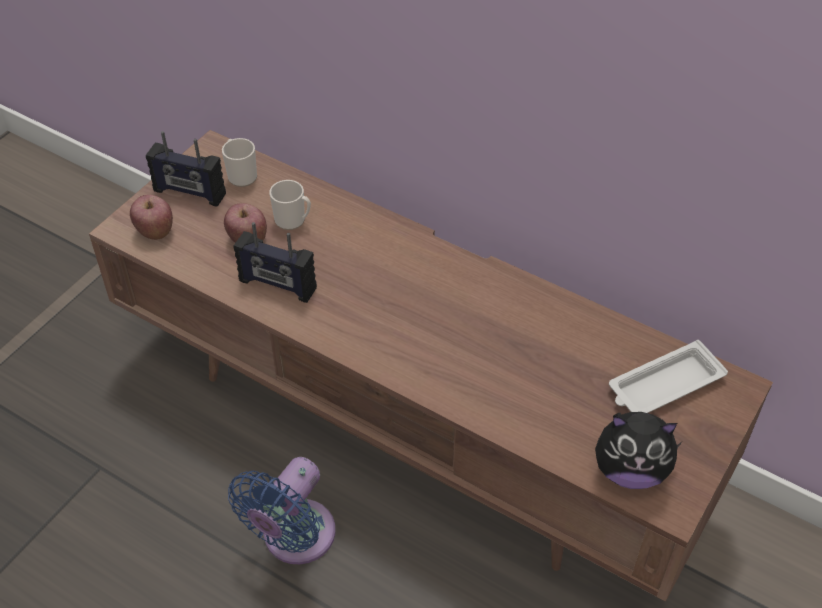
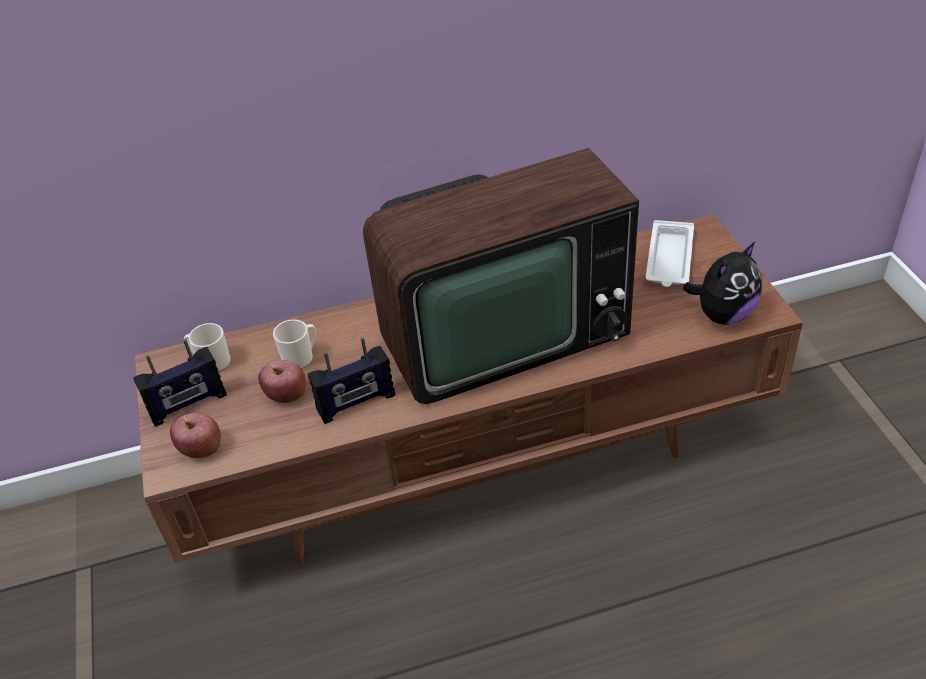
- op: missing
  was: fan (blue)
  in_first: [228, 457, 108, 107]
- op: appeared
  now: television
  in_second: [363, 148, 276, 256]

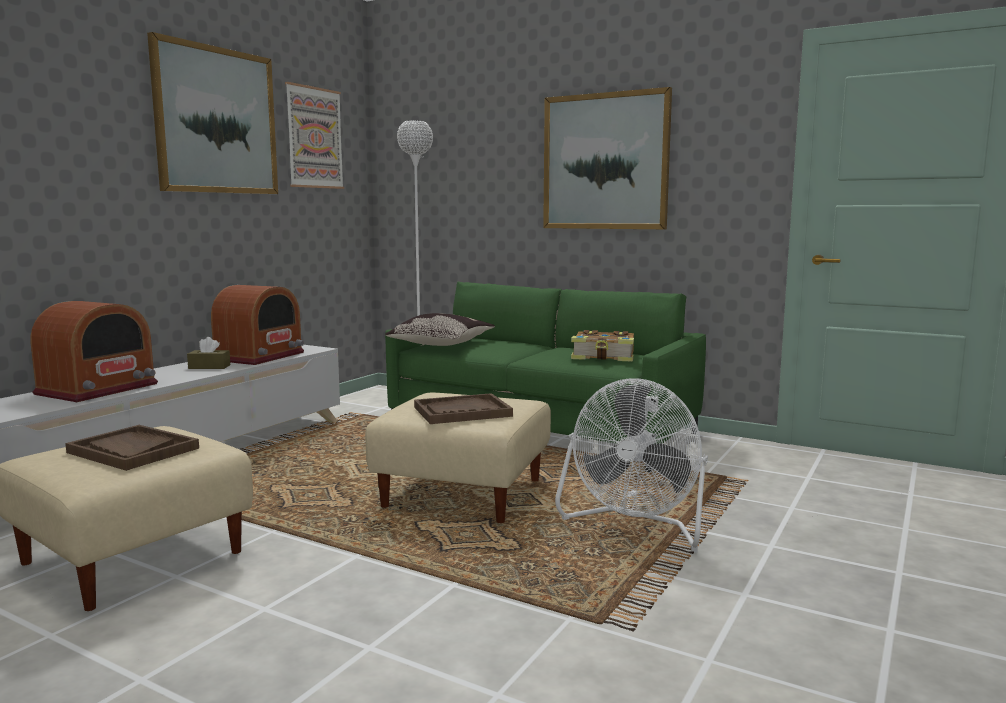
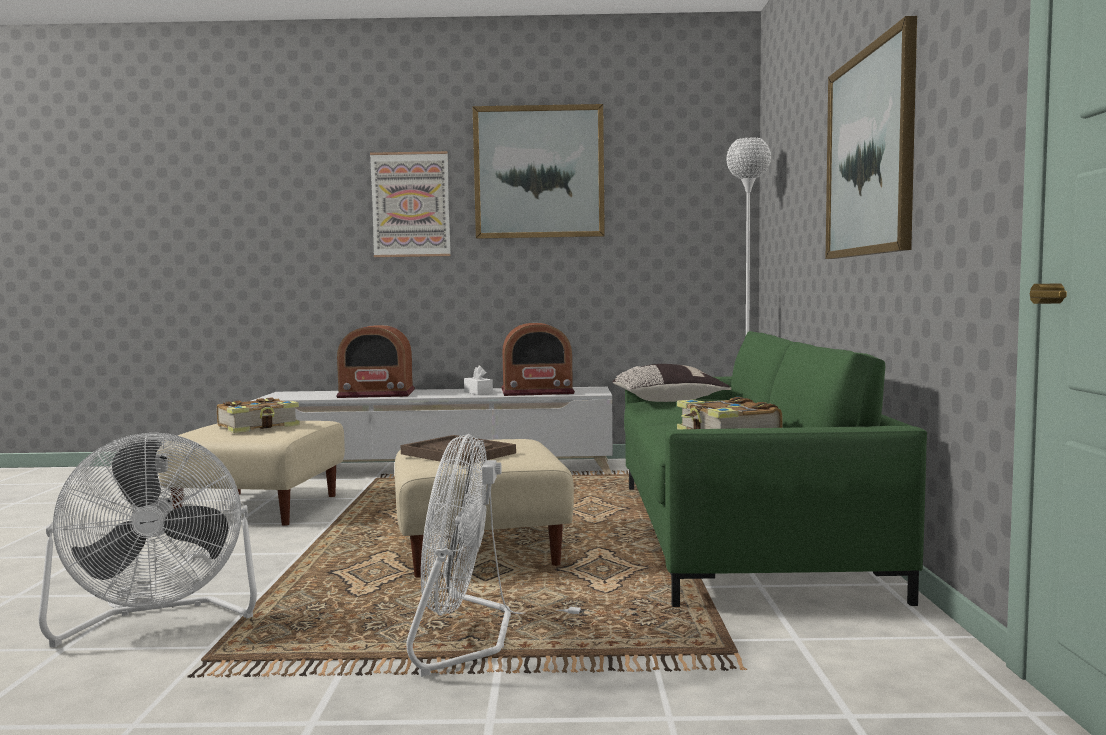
- op: exchanged
  was: tray (brown)
  now: book
  in_first: [65, 425, 134, 46]
  in_second: [217, 397, 83, 36]
- op: colour
  was: tissue box (brown)
  now: tissue box (white)
  in_first: [187, 337, 43, 32]
  in_second: [464, 366, 29, 29]
- op: relocated
  was: picture
  in_first: [285, 82, 59, 107]
  in_second: [370, 151, 81, 106]
- op: appeared
  now: fan (white)
  in_second: [38, 433, 219, 215]

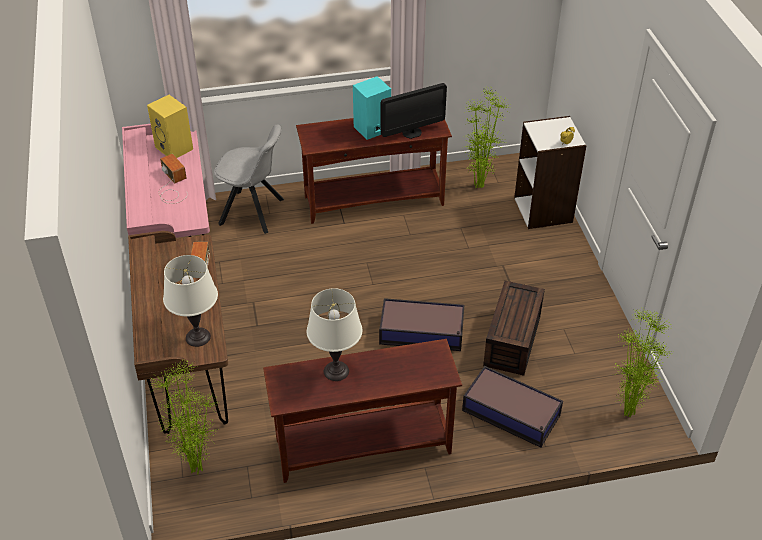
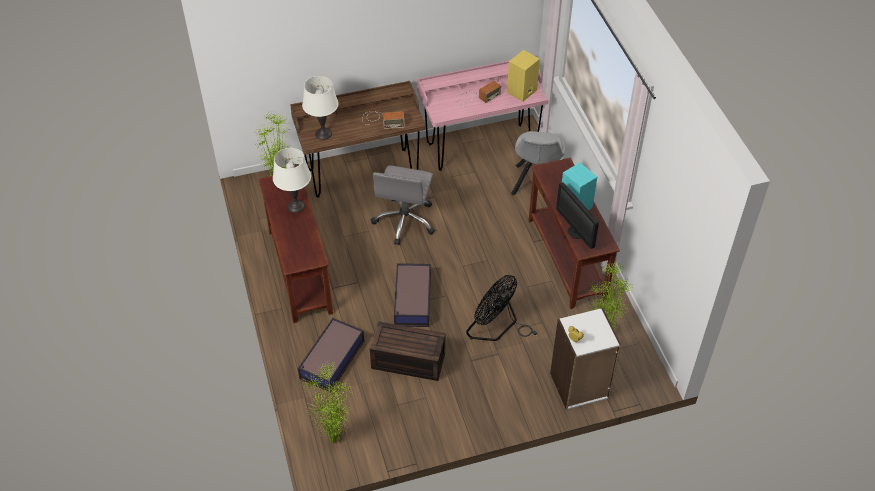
- op: appeared
  now: office chair (grey)
  in_second: [371, 165, 64, 80]
- op: appeared
  now: fan (black)
  in_second: [466, 275, 71, 66]

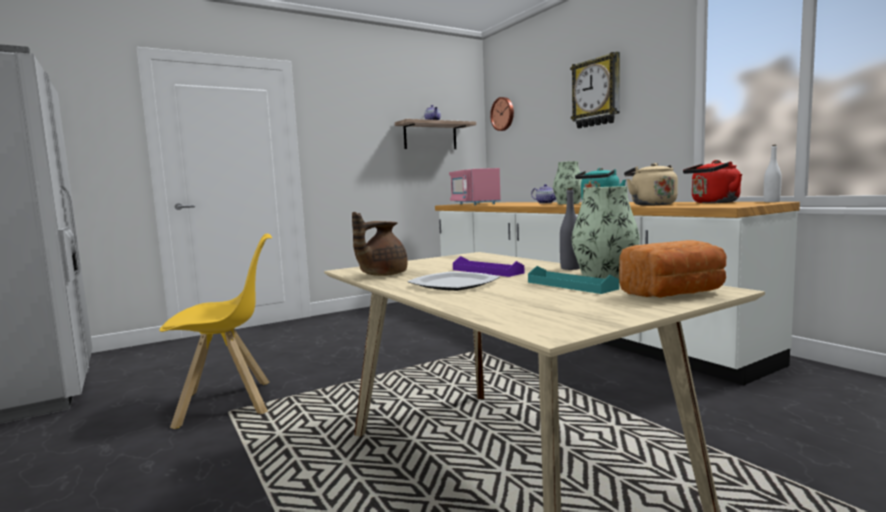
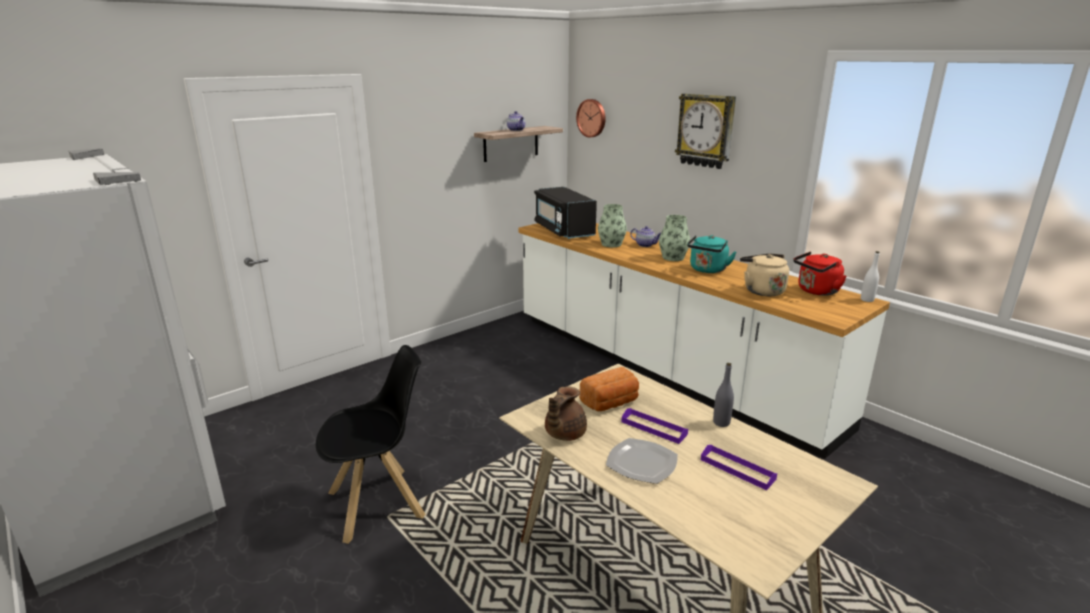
- op: colour
  was: chair (yellow)
  now: chair (black)
  in_first: [159, 234, 113, 195]
  in_second: [316, 345, 110, 199]
- op: colour
  was: microwave (pink)
  now: microwave (black)
  in_first: [449, 168, 52, 37]
  in_second: [534, 187, 63, 52]
- op: colour
  was: tray (turquoise)
  now: tray (purple)
  in_first: [528, 266, 91, 28]
  in_second: [701, 445, 76, 45]
- op: relocated
  was: vase
  in_first: [571, 186, 69, 93]
  in_second: [598, 204, 29, 43]
- op: relocated
  was: bread
  in_first: [619, 240, 107, 58]
  in_second: [579, 367, 60, 44]

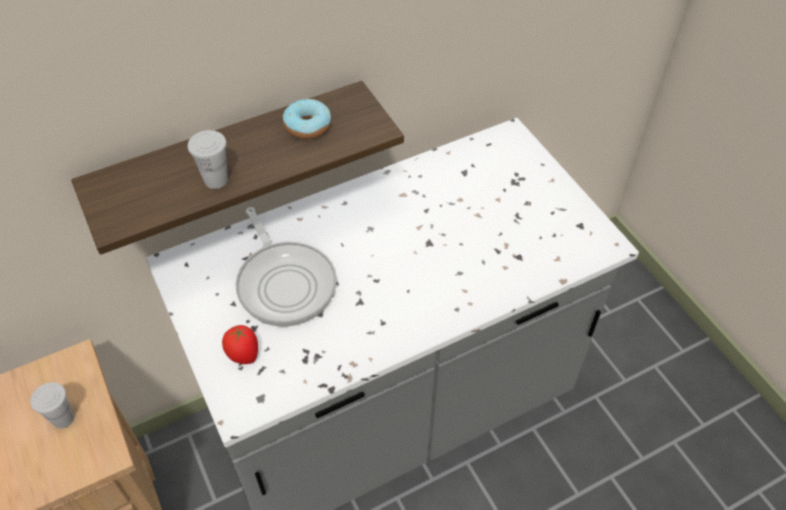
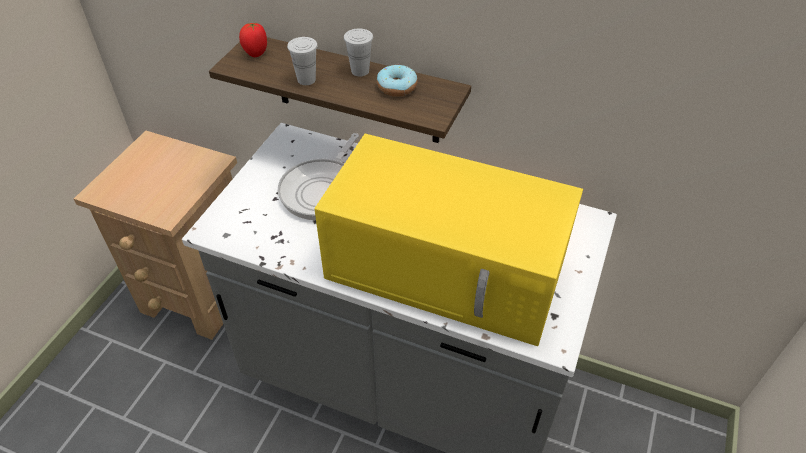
- op: relocated
  was: cup (white)
  in_first: [30, 382, 44, 46]
  in_second: [344, 28, 29, 49]
- op: relocated
  was: tomato
  in_first: [222, 325, 36, 39]
  in_second: [239, 22, 28, 35]
- op: appeared
  now: microwave (yellow)
  in_second: [314, 134, 269, 212]

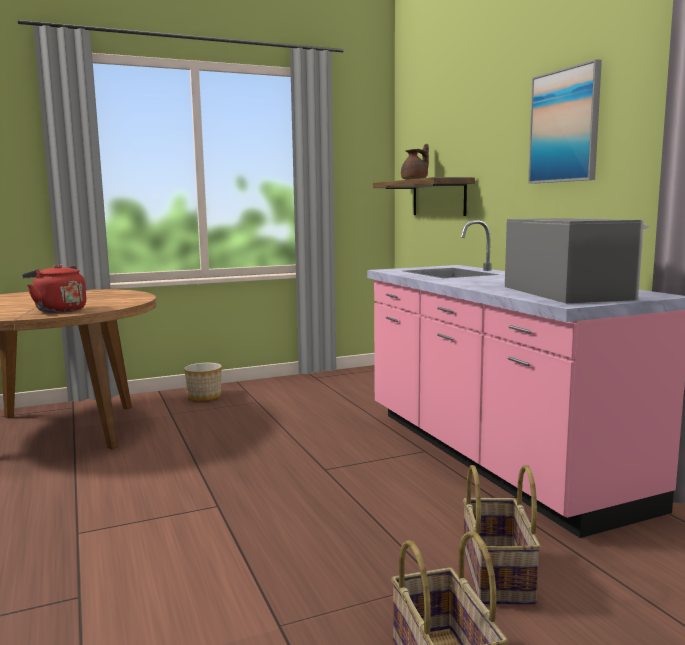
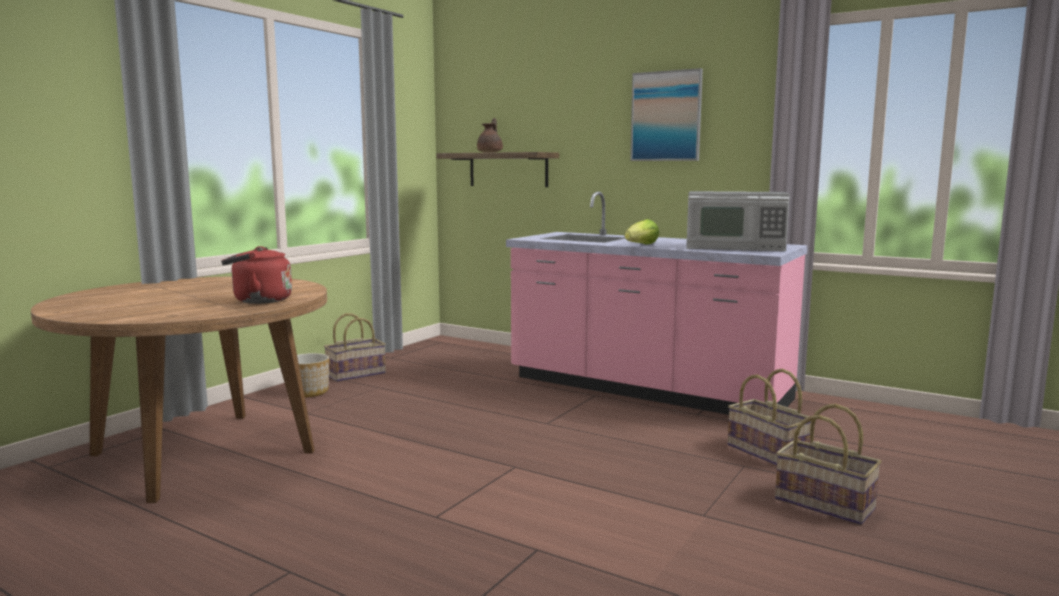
- op: spun
  was: microwave
  in_first: [505, 218, 144, 85]
  in_second: [686, 191, 104, 60]
  clockwise: 150
- op: appeared
  now: basket
  in_second: [324, 313, 62, 69]
- op: appeared
  now: lettuce
  in_second: [624, 219, 35, 26]

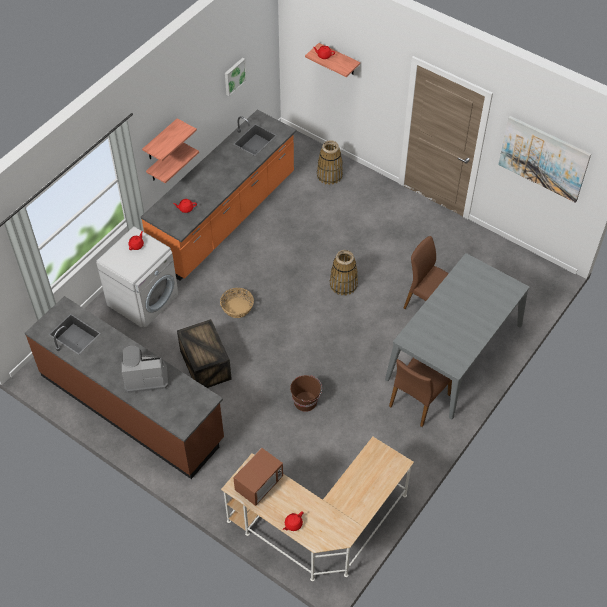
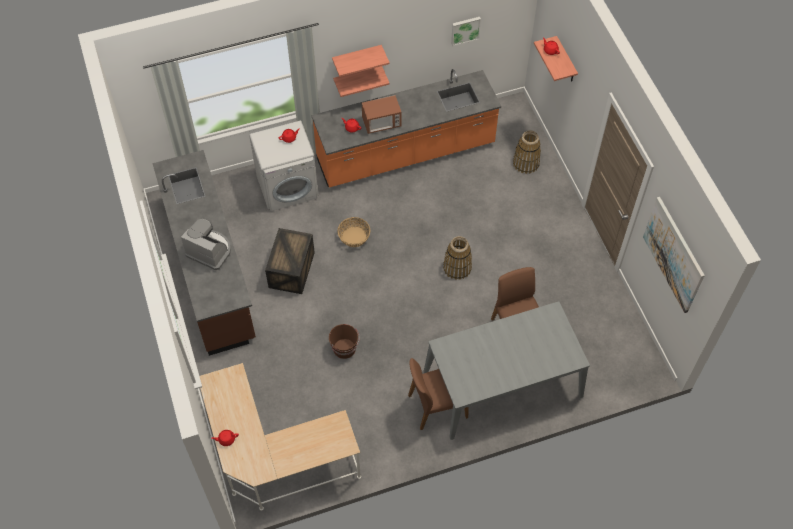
- op: relocated
  was: microwave
  in_first: [233, 448, 50, 58]
  in_second: [362, 95, 40, 39]

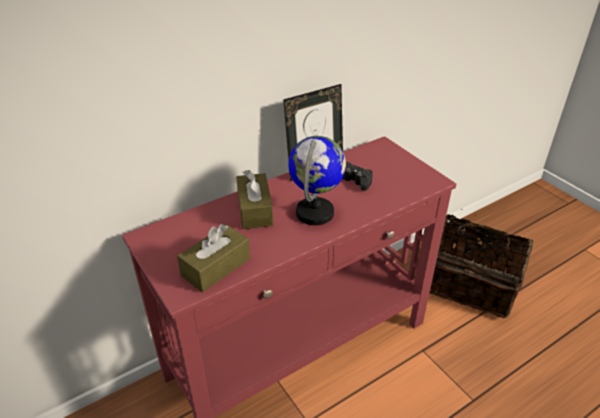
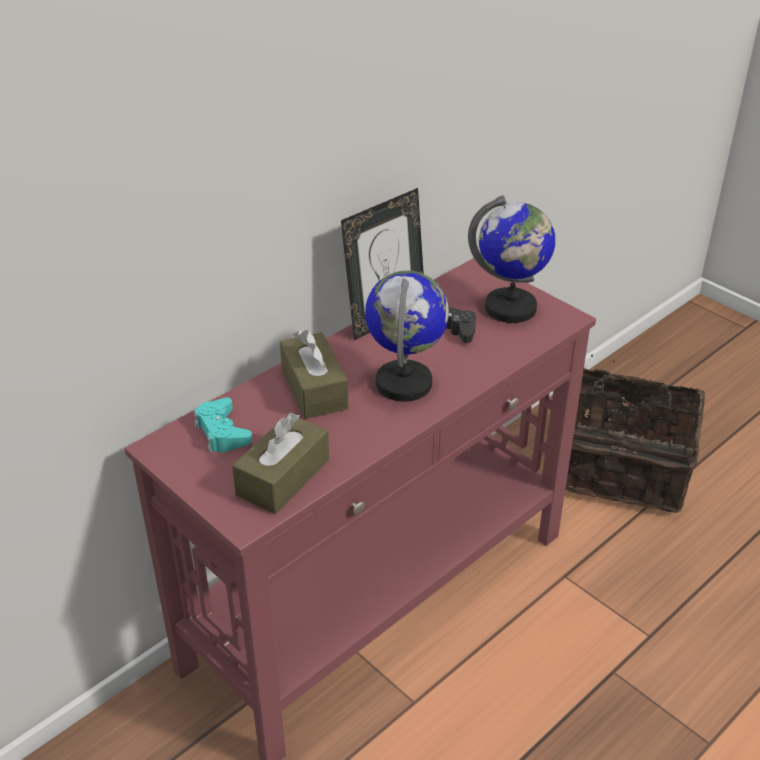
- op: appeared
  now: game controller (turquoise)
  in_second: [194, 398, 58, 55]
- op: appeared
  now: globe
  in_second: [468, 195, 87, 128]

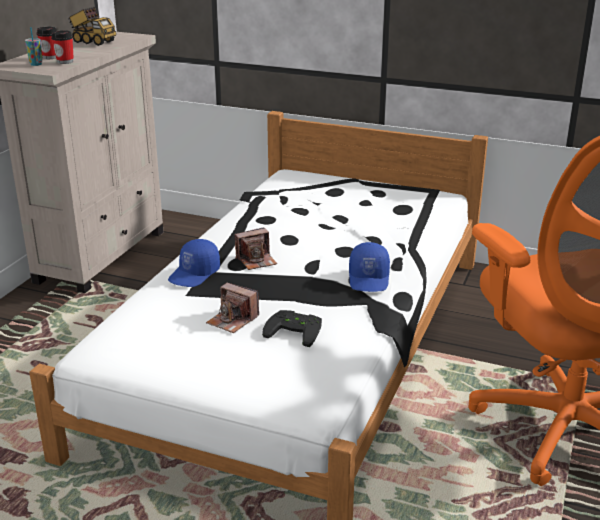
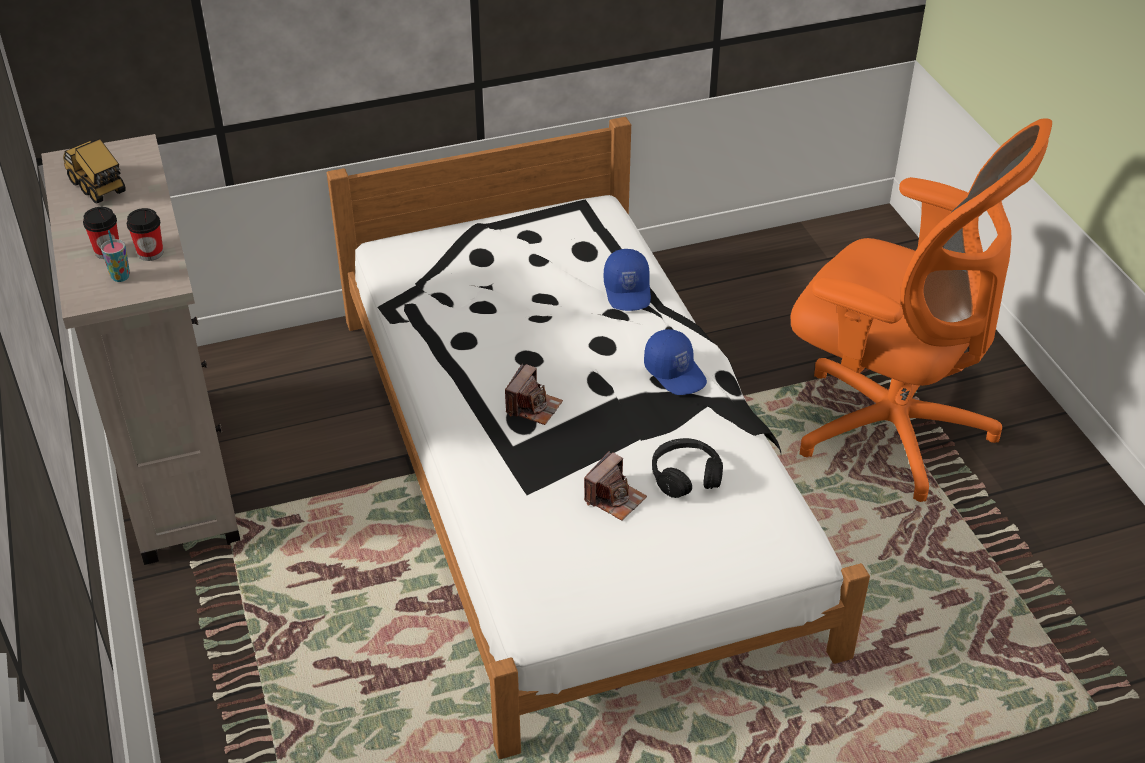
- op: spun
  was: toy truck
  in_first: [68, 7, 48, 39]
  in_second: [63, 138, 63, 65]
  clockwise: -120
- op: relocated
  was: cap (blue)
  in_first: [168, 239, 52, 48]
  in_second: [604, 249, 47, 62]
- op: spun
  was: photo camera
  in_first: [206, 283, 53, 50]
  in_second: [584, 451, 63, 70]
  clockwise: -45
- op: exchanged
  was: game controller (black)
  now: headphones (black)
  in_first: [262, 310, 60, 37]
  in_second: [652, 438, 71, 60]

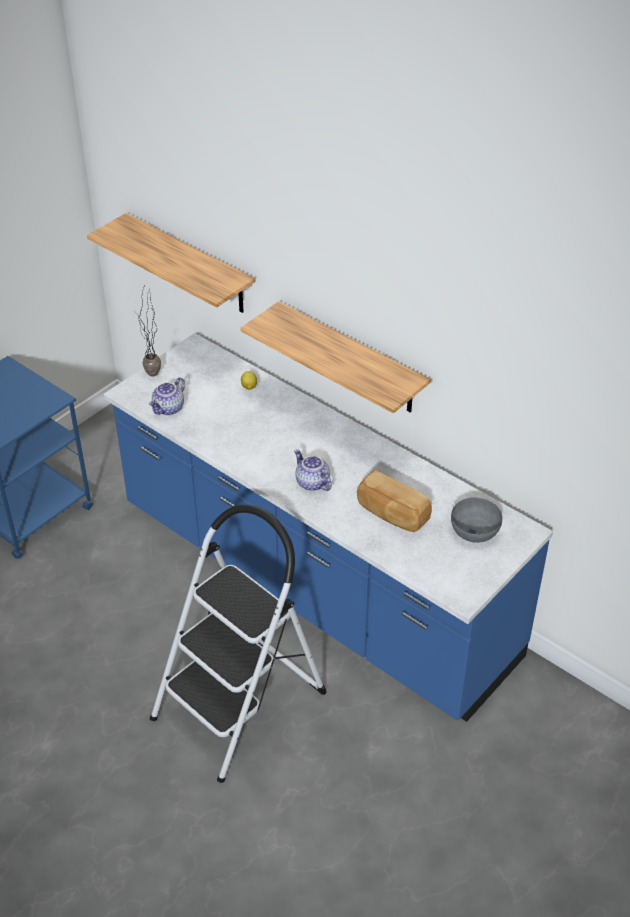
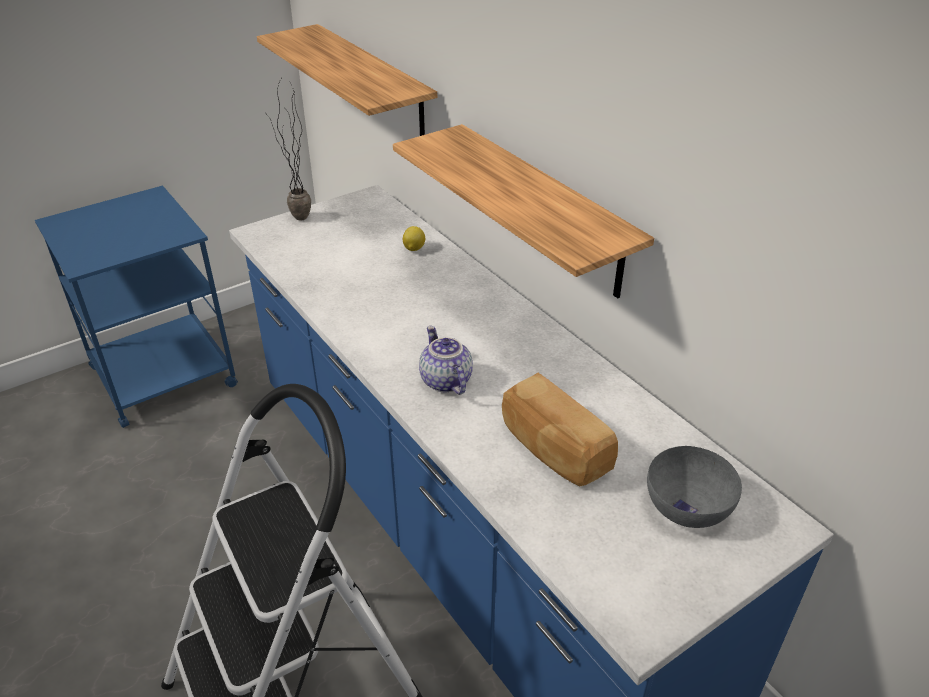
- op: missing
  was: teapot
  in_first: [149, 377, 36, 38]

